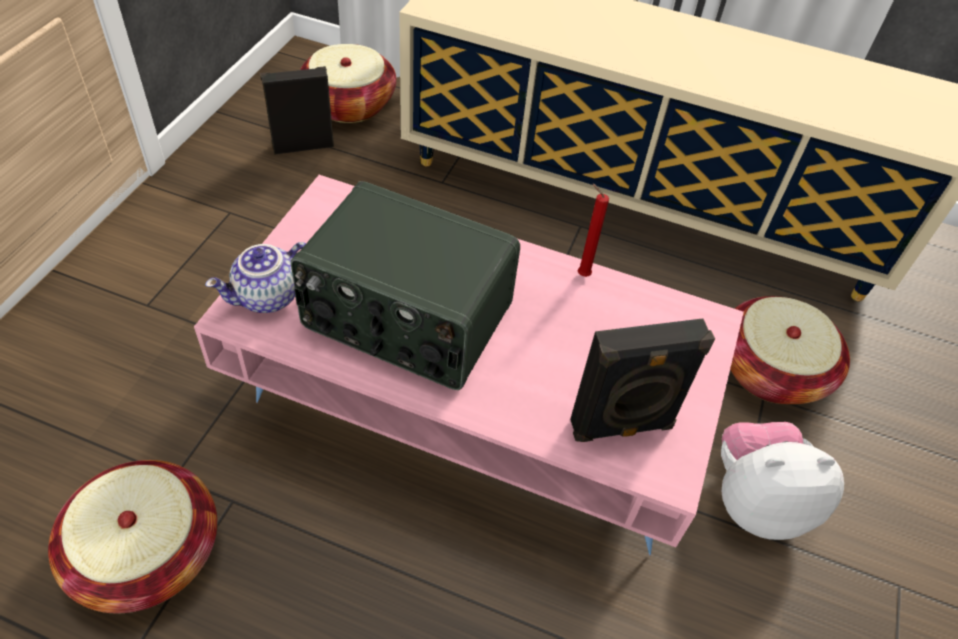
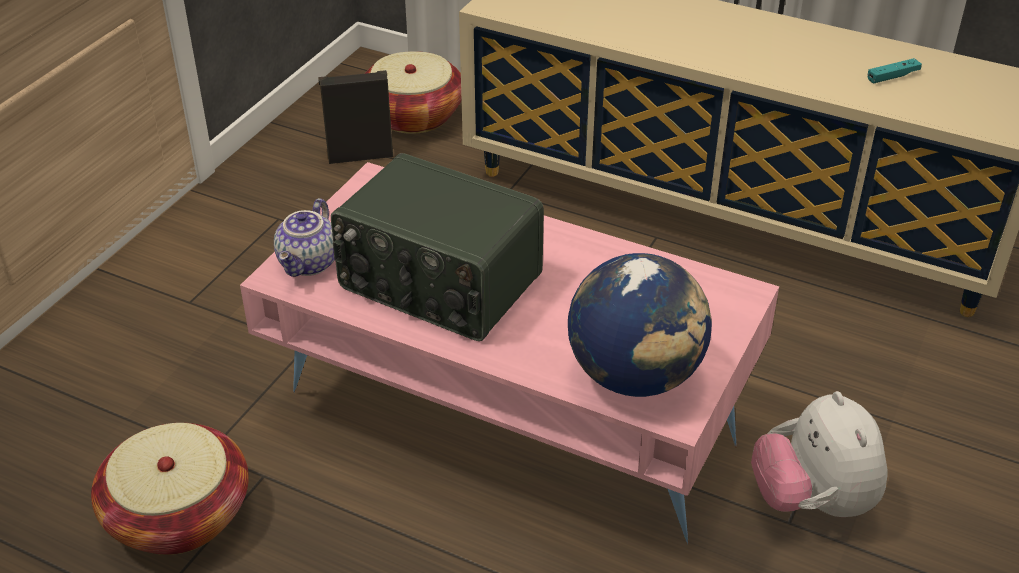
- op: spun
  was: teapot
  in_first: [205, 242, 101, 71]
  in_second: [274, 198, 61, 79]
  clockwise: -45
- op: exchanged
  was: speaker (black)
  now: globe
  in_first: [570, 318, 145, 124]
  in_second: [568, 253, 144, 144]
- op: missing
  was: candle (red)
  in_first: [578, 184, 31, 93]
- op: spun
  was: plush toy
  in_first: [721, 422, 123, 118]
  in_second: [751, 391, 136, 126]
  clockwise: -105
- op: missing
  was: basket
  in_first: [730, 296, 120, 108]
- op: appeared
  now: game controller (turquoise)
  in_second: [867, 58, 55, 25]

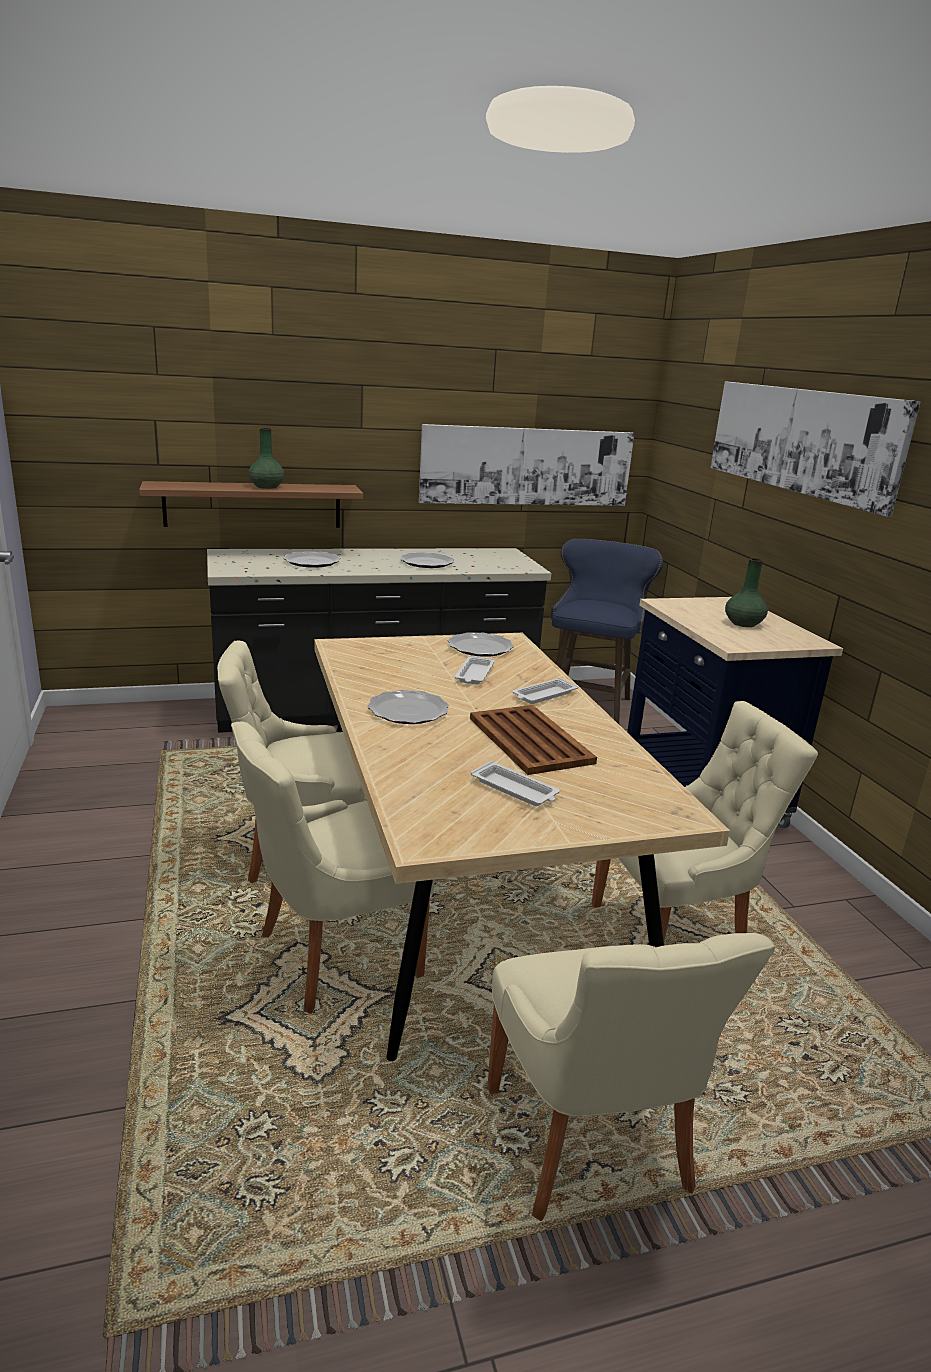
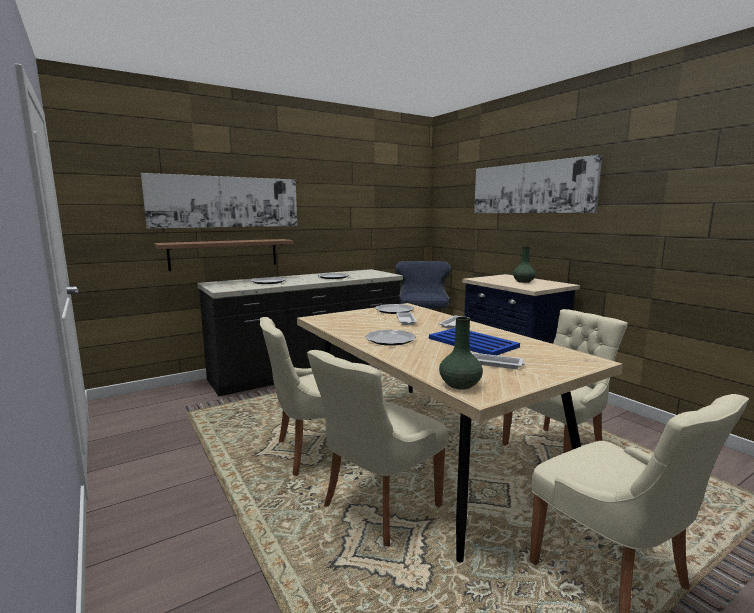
- op: relocated
  was: vase (green)
  in_first: [248, 428, 36, 61]
  in_second: [439, 317, 44, 73]
- op: relocated
  was: picture
  in_first: [419, 424, 215, 82]
  in_second: [141, 173, 156, 55]
- op: colour
  was: tray (brown)
  now: tray (blue)
  in_first: [470, 705, 127, 70]
  in_second: [429, 328, 91, 27]

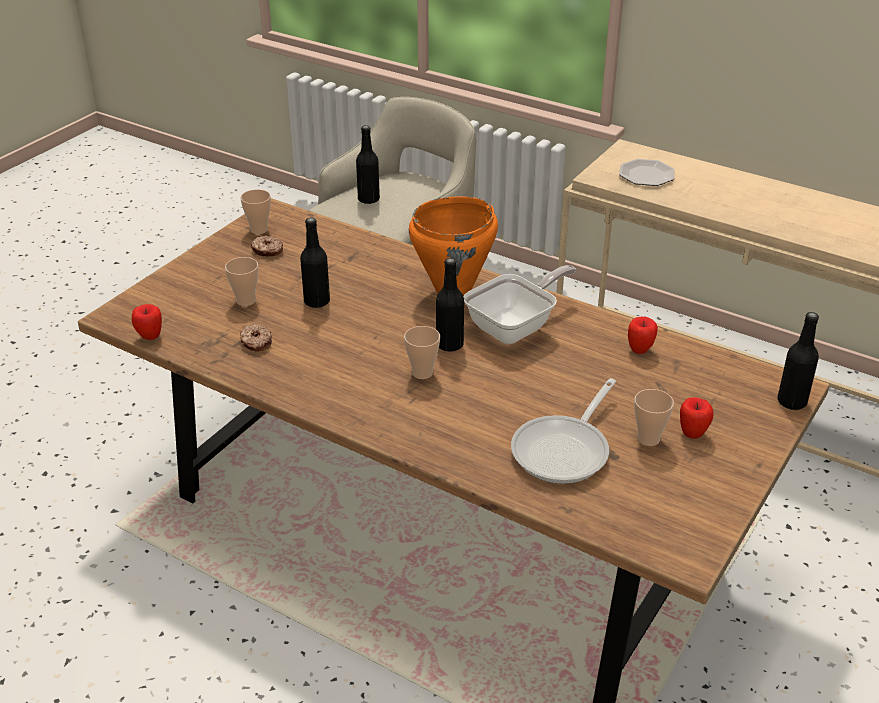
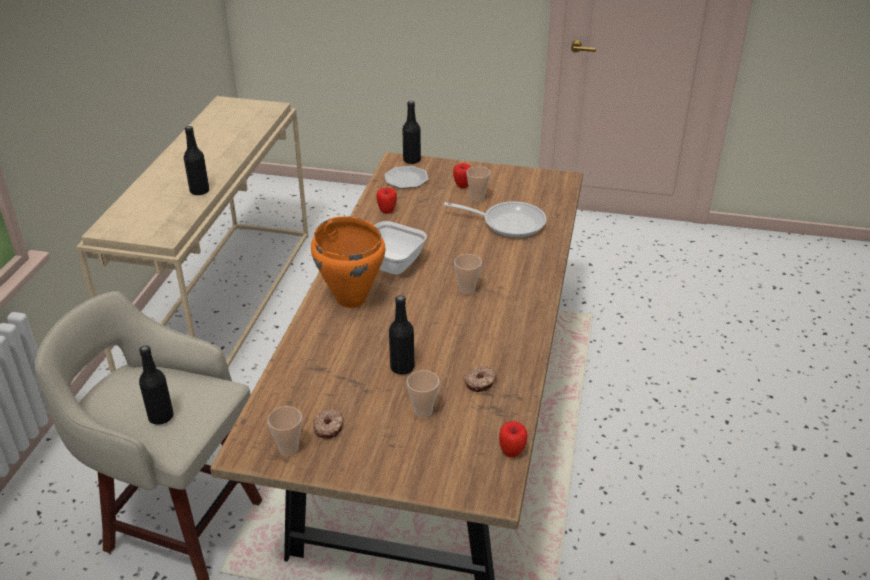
- op: relocated
  was: bottle (black)
  in_first: [436, 258, 28, 94]
  in_second: [184, 126, 25, 70]
- op: relocated
  was: plate
  in_first: [619, 159, 56, 27]
  in_second: [384, 166, 45, 23]

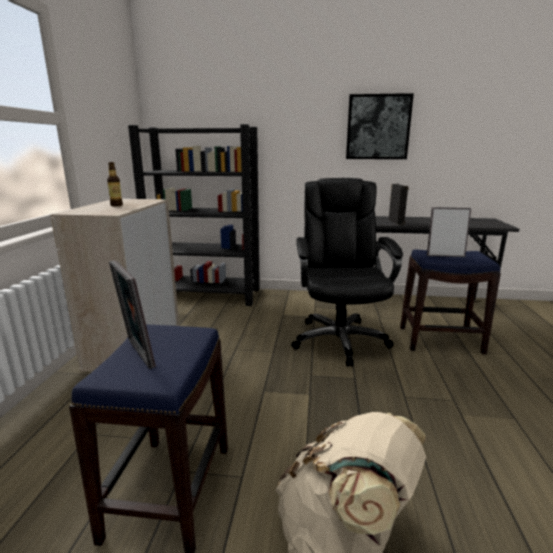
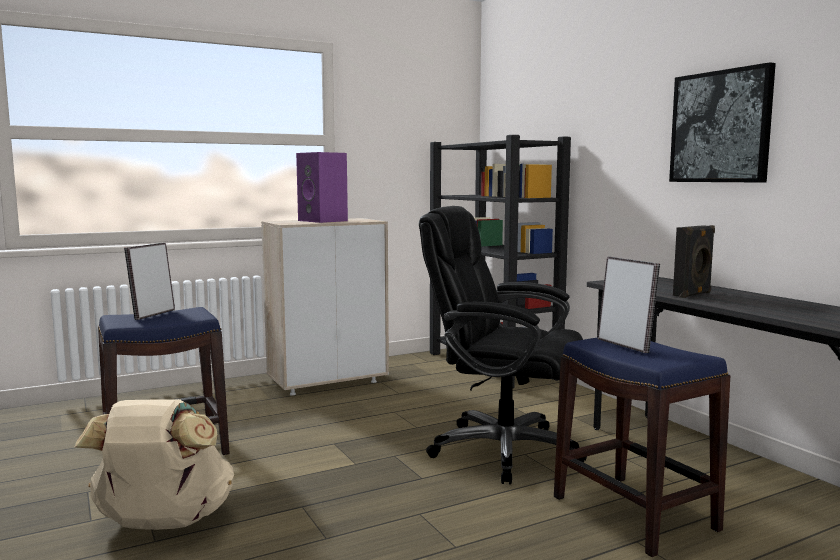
- op: exchanged
  was: bottle
  now: speaker (purple)
  in_first: [107, 162, 16, 44]
  in_second: [296, 152, 52, 71]
- op: spun
  was: office chair (black)
  in_first: [291, 178, 112, 189]
  in_second: [419, 206, 168, 278]
  clockwise: -120

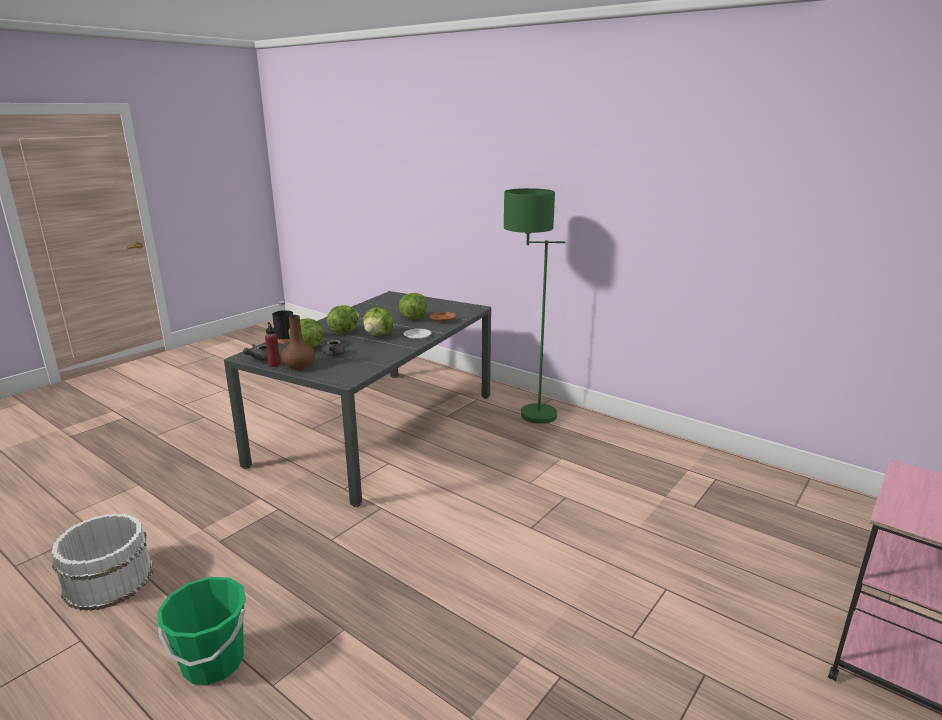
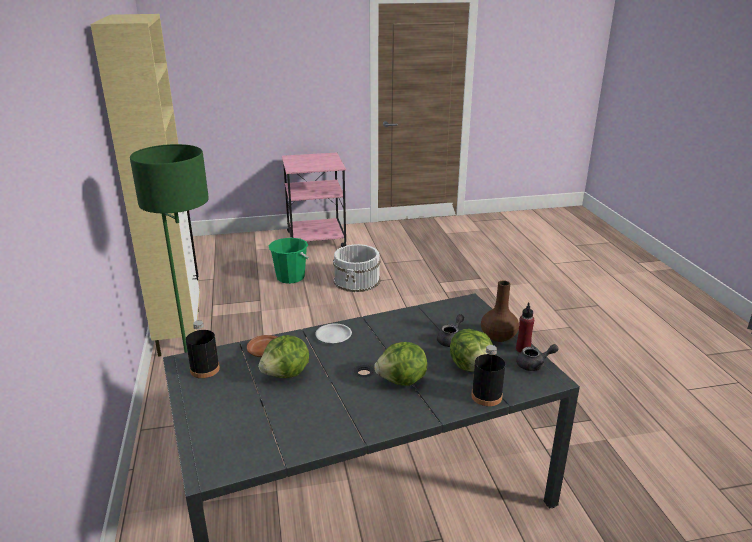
- op: relocated
  was: bucket (white)
  in_first: [51, 513, 102, 98]
  in_second: [333, 244, 48, 48]
- op: relocated
  was: bucket (green)
  in_first: [157, 577, 89, 108]
  in_second: [269, 238, 40, 46]
- op: missing
  was: lettuce
  in_first: [363, 307, 31, 29]
- op: appeared
  now: cabinet (beige)
  in_second: [90, 14, 110, 343]
- op: appeared
  now: bottle (black)
  in_second: [186, 320, 34, 58]

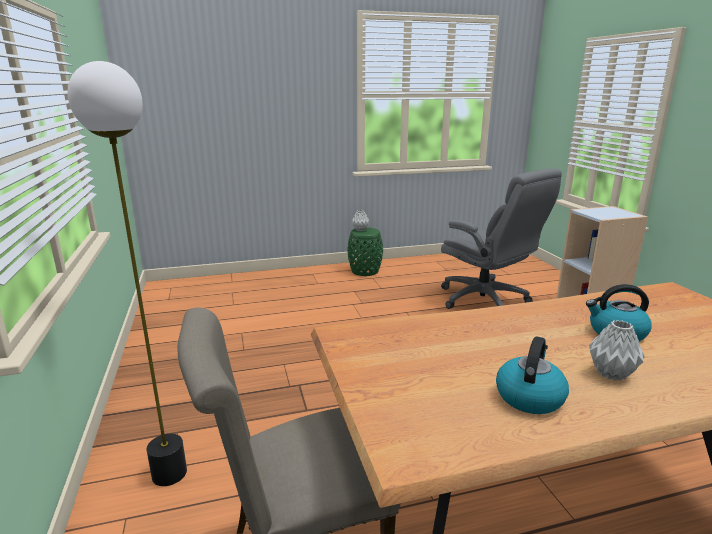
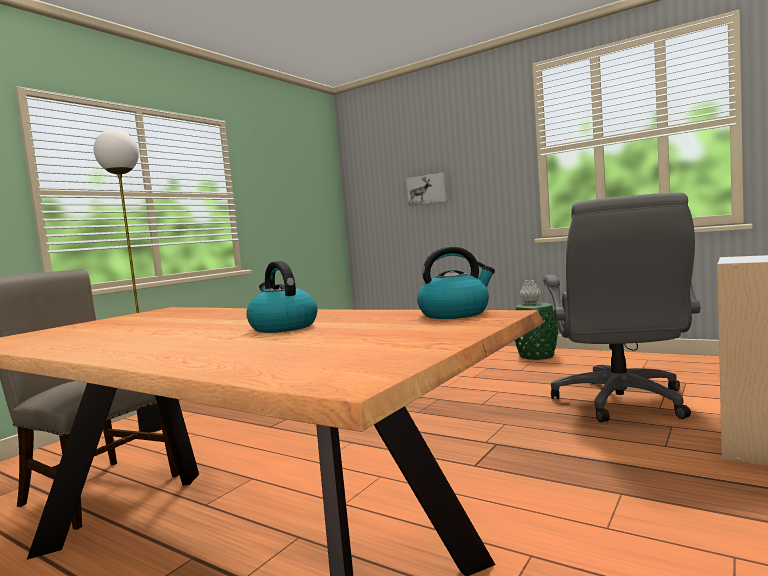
- op: relocated
  was: kettle
  in_first: [496, 336, 73, 78]
  in_second: [417, 247, 78, 72]
- op: missing
  was: vase (grey)
  in_first: [589, 320, 56, 61]
- op: appeared
  now: picture
  in_second: [406, 172, 42, 35]

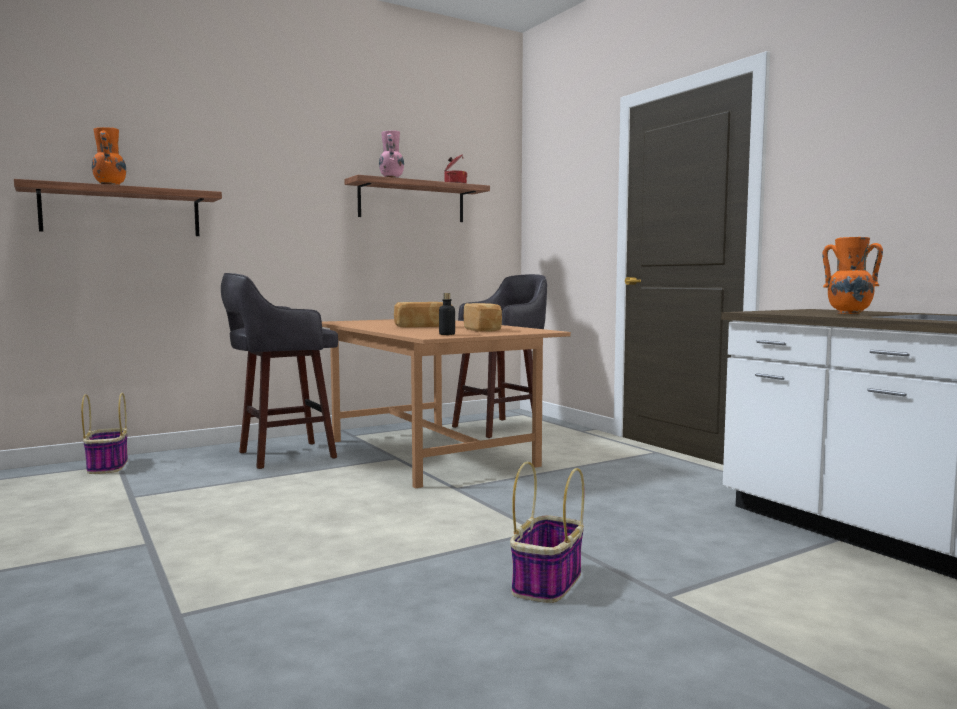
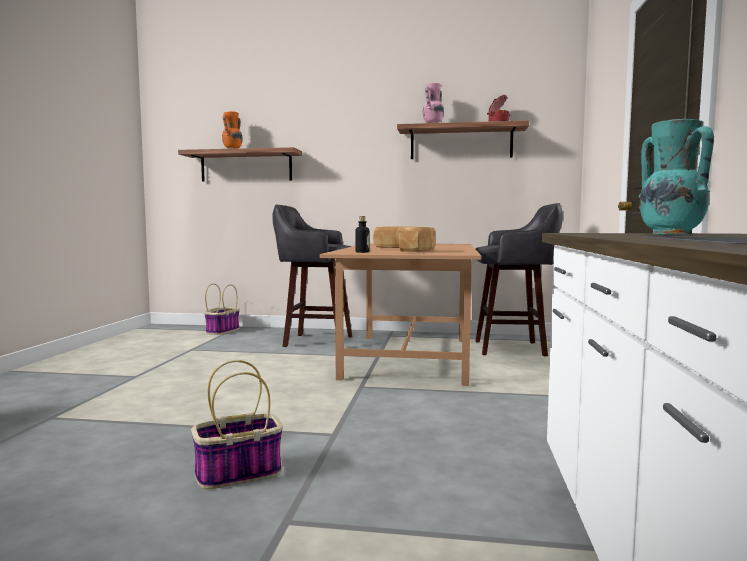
- op: colour
  was: vase (orange)
  now: vase (turquoise)
  in_first: [823, 237, 60, 77]
  in_second: [638, 119, 76, 116]

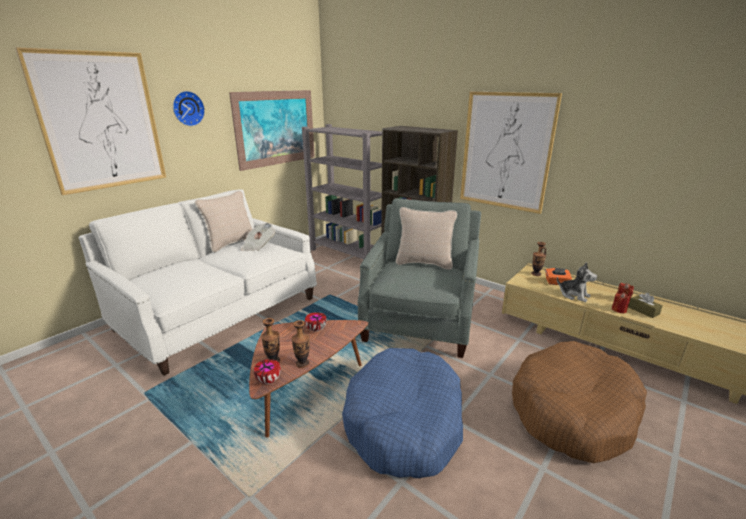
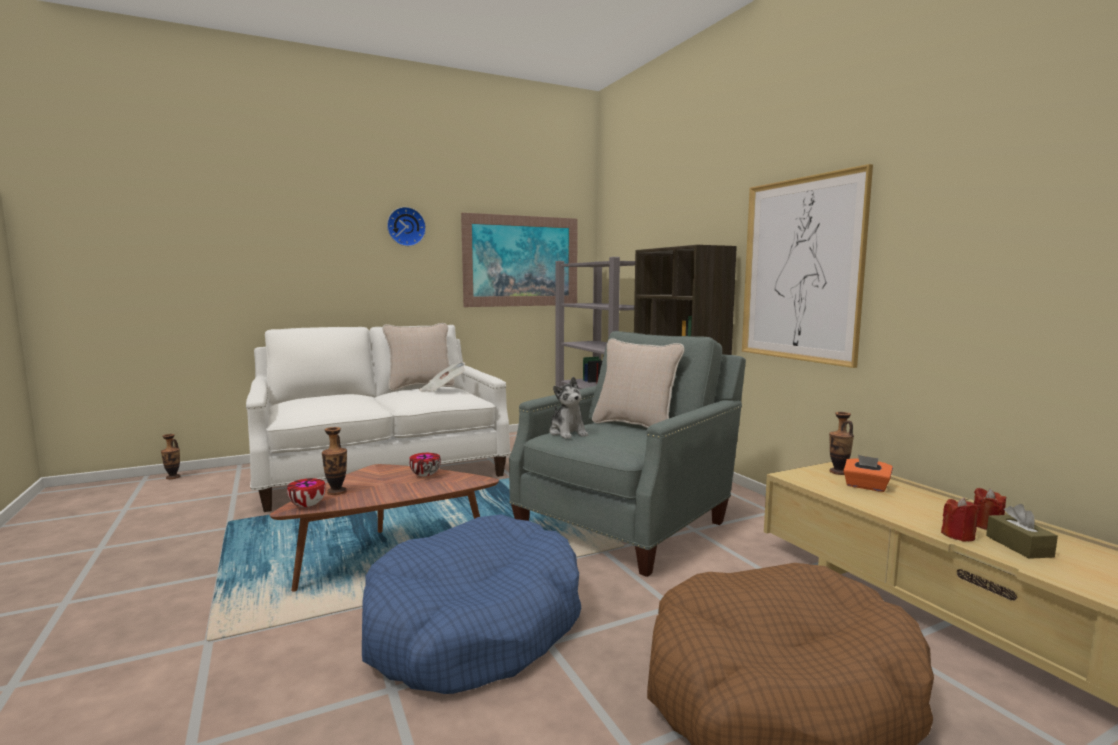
- op: missing
  was: picture
  in_first: [15, 47, 151, 148]
- op: relocated
  was: vase
  in_first: [292, 320, 18, 48]
  in_second: [161, 434, 19, 45]
- op: relocated
  was: plush toy
  in_first: [557, 262, 40, 40]
  in_second: [549, 377, 39, 62]

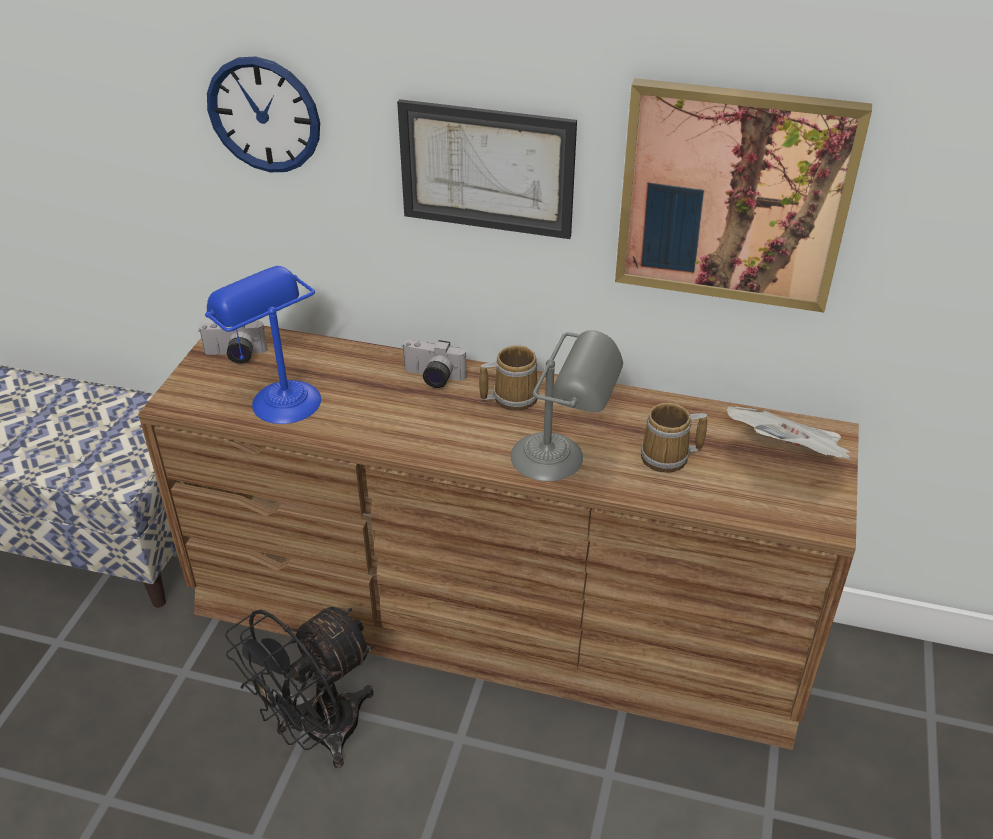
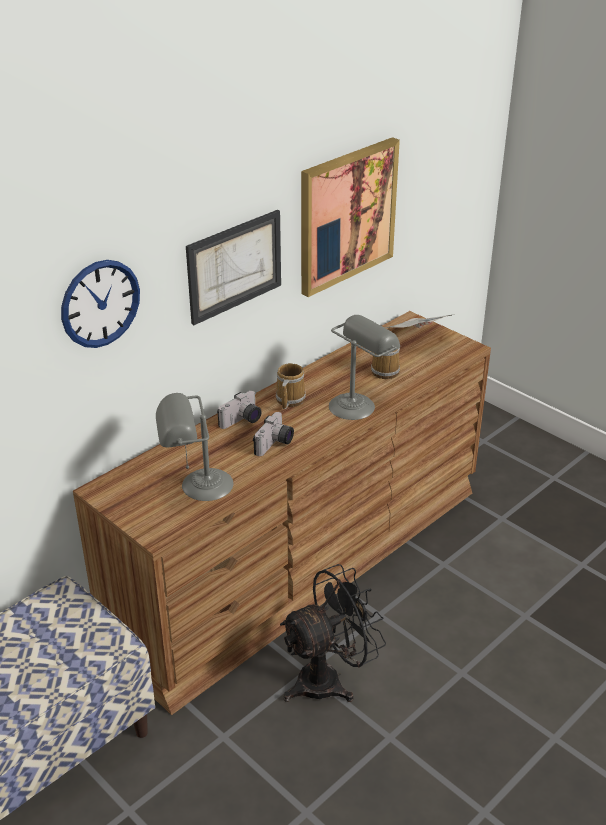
- op: relocated
  was: photo camera
  in_first: [198, 321, 70, 43]
  in_second: [253, 412, 41, 44]
- op: colour
  was: table lamp (blue)
  now: table lamp (grey)
  in_first: [205, 266, 116, 158]
  in_second: [156, 393, 78, 108]
- op: spun
  was: fan (black)
  in_first: [225, 607, 149, 161]
  in_second: [280, 564, 106, 138]
  clockwise: -105

